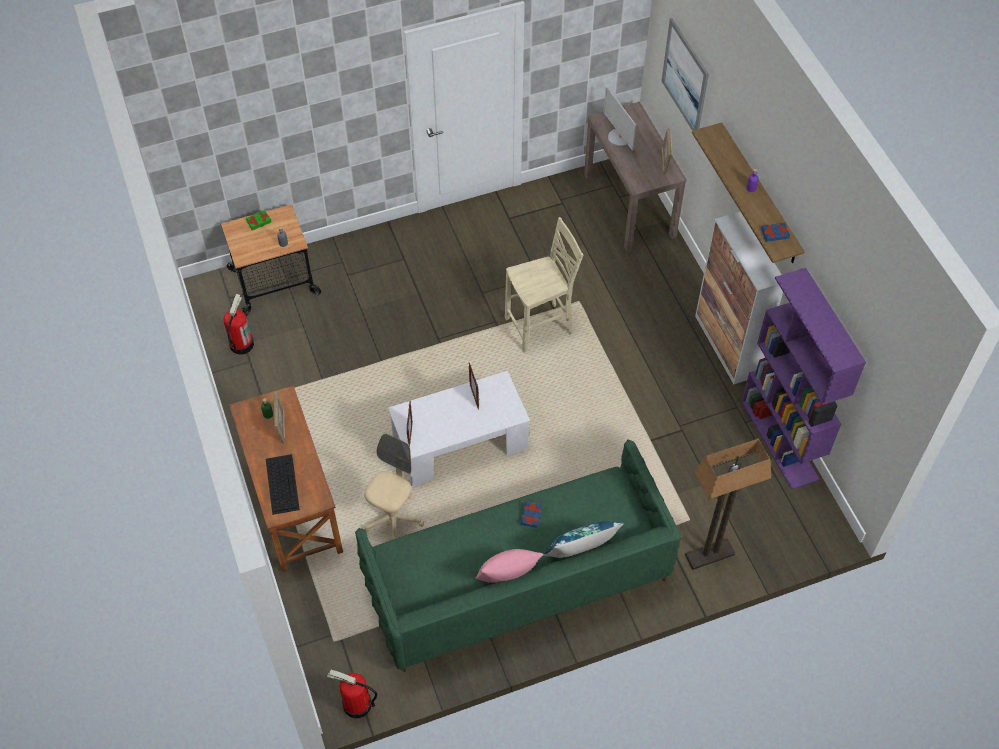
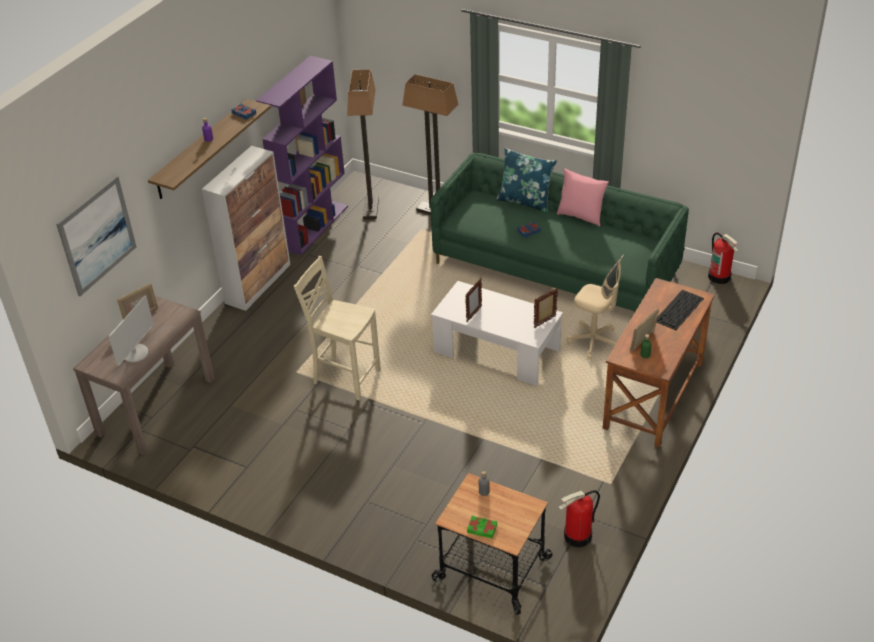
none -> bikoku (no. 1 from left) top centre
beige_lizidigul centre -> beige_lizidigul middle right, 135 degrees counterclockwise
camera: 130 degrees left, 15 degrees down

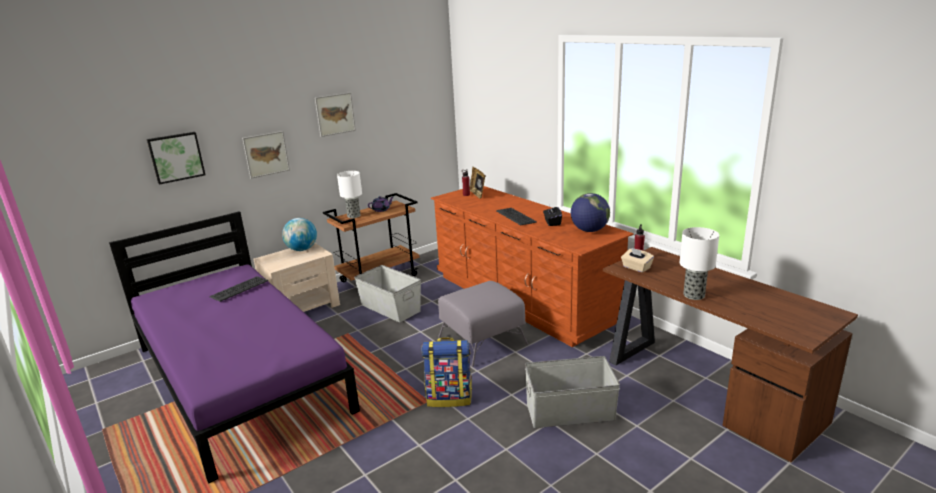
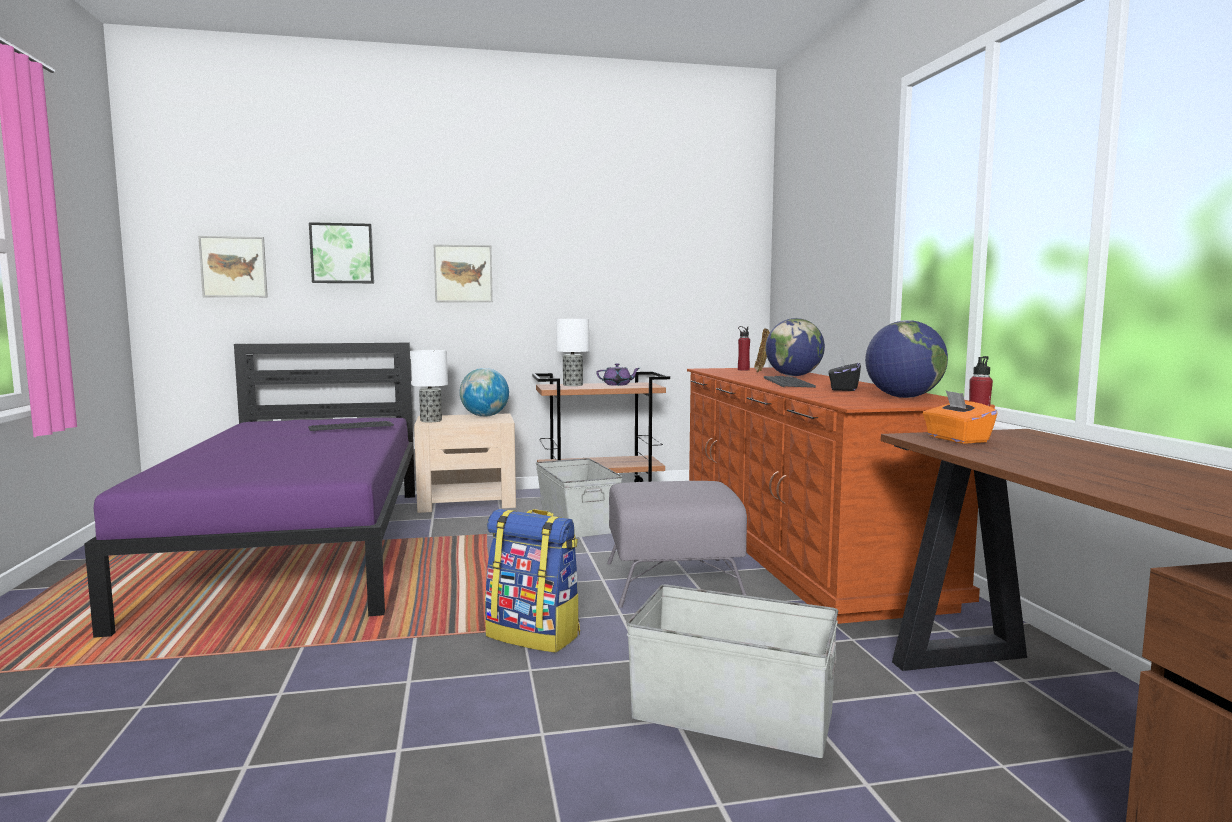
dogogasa (no. 3 from left in the first image) top centre -> dogogasa (no. 1 from left) top left, relocated
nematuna (no. 2 from left in the first image) middle right -> nematuna (no. 1 from left) centre, relocated
none -> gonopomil (no. 2 from left) centre
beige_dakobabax middle right -> orange_dakobabax middle right
camera: 25 degrees right, 15 degrees down

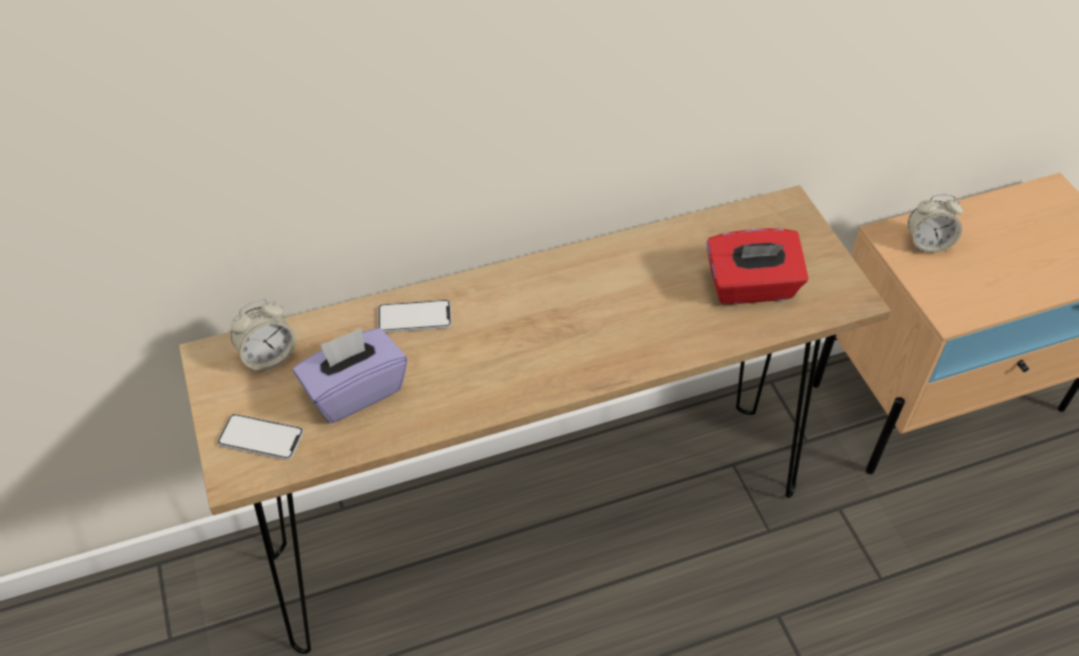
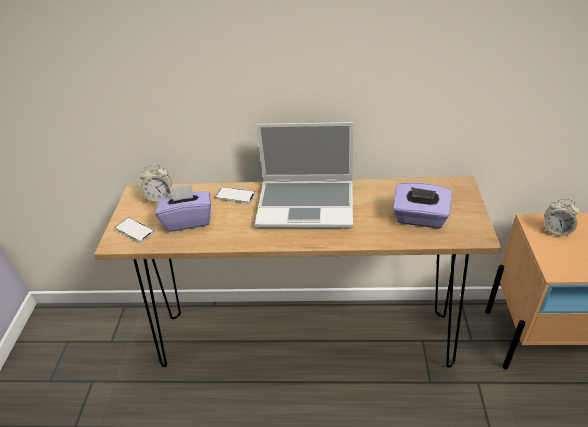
none -> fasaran centre
red_dakobabax middle right -> purple_dakobabax (no. 2 from left) middle right
camera: 25 degrees right, 10 degrees down

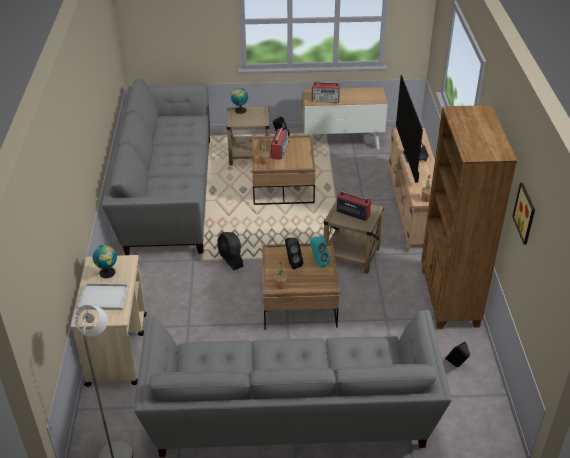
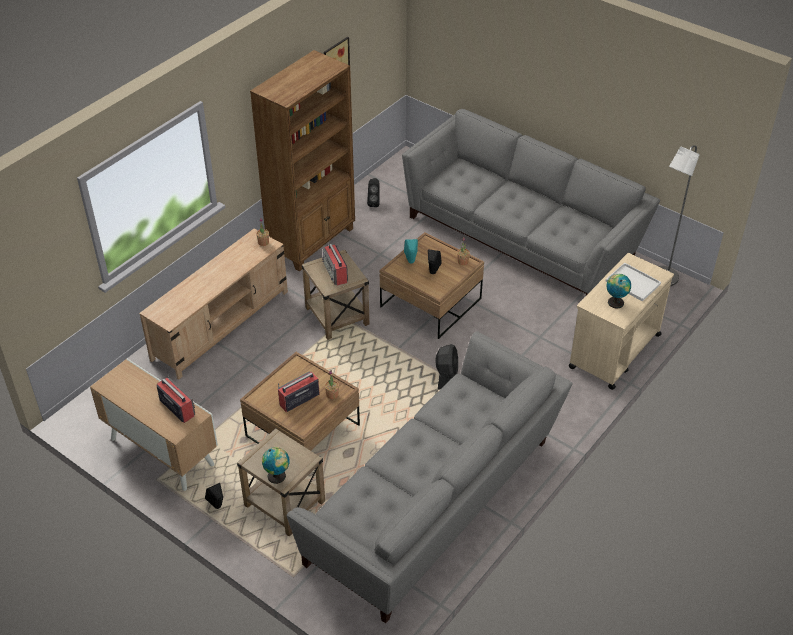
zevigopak top right -> none
camera: 140 degrees left, 5 degrees up

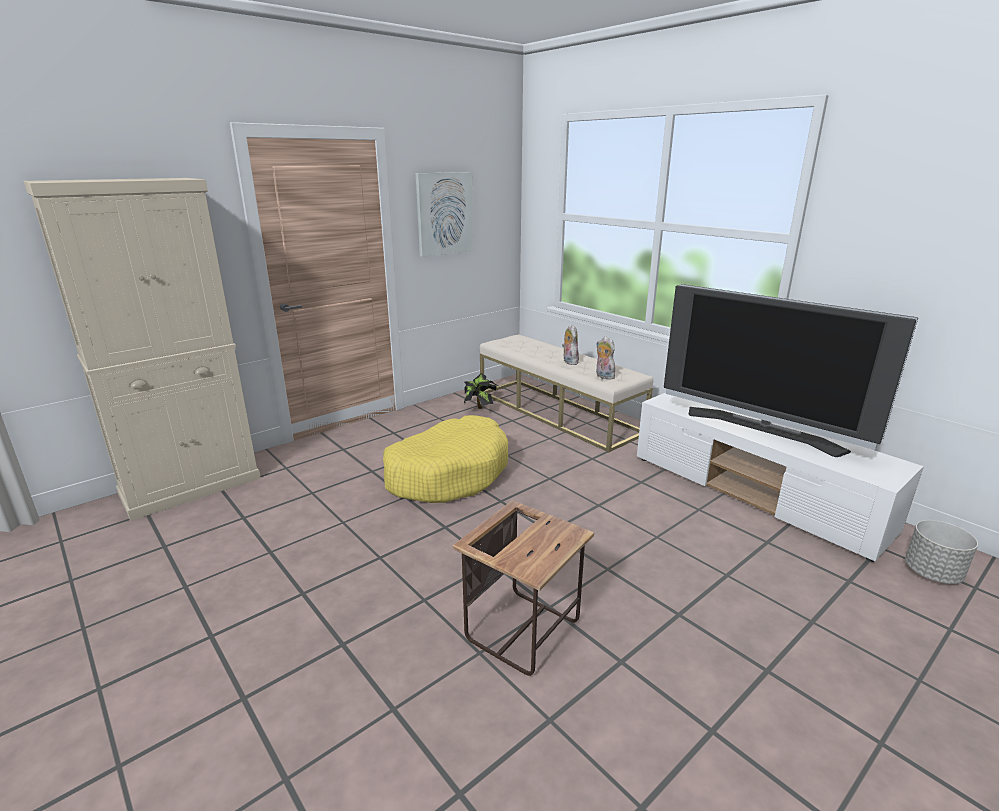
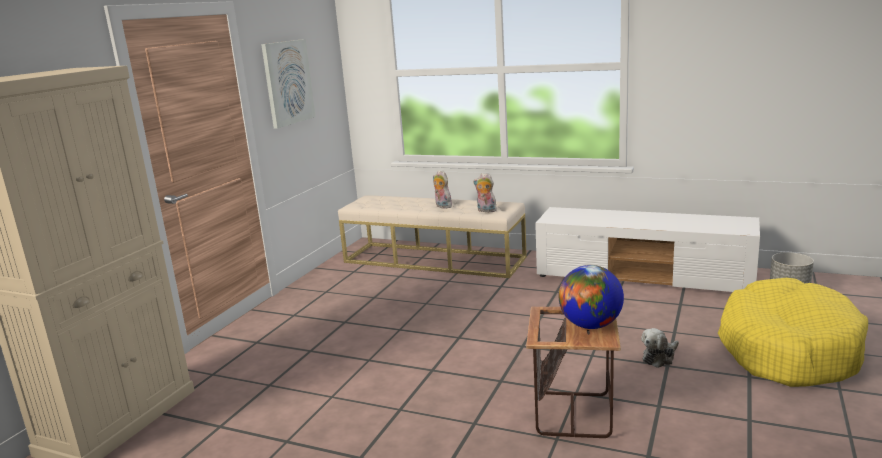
none -> gonopomil middle right
none -> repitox (no. 3 from left) bottom right
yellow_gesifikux centre -> yellow_gesifikux bottom right, relocated
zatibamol centre -> none
zevigopak middle right -> none
camera: 25 degrees left, 5 degrees down

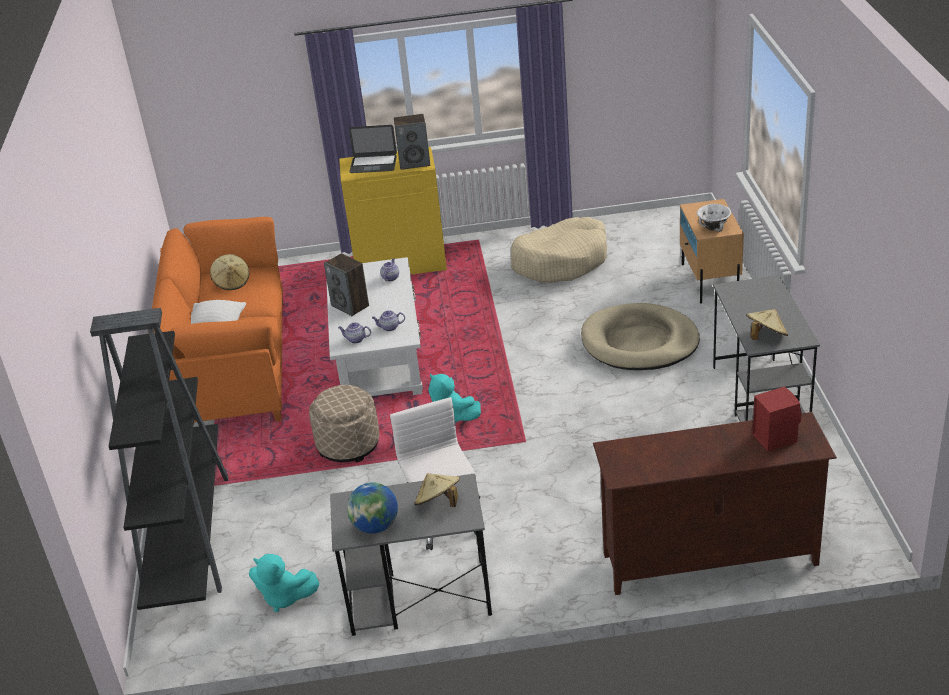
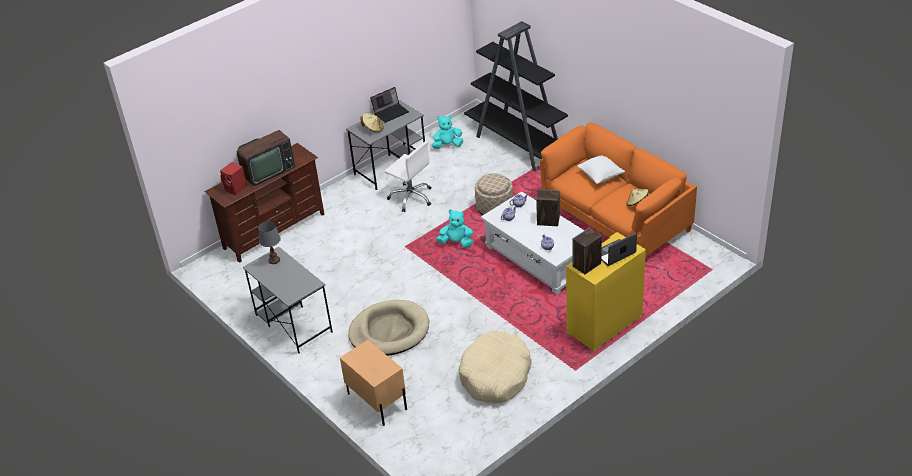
none -> zevigopak top left
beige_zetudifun (no. 3 from left) middle right -> grey_nematuna middle left
gonopomil bottom centre -> fasaran (no. 1 from left) top centre
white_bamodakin top right -> none
camera: 145 degrees right, 5 degrees up

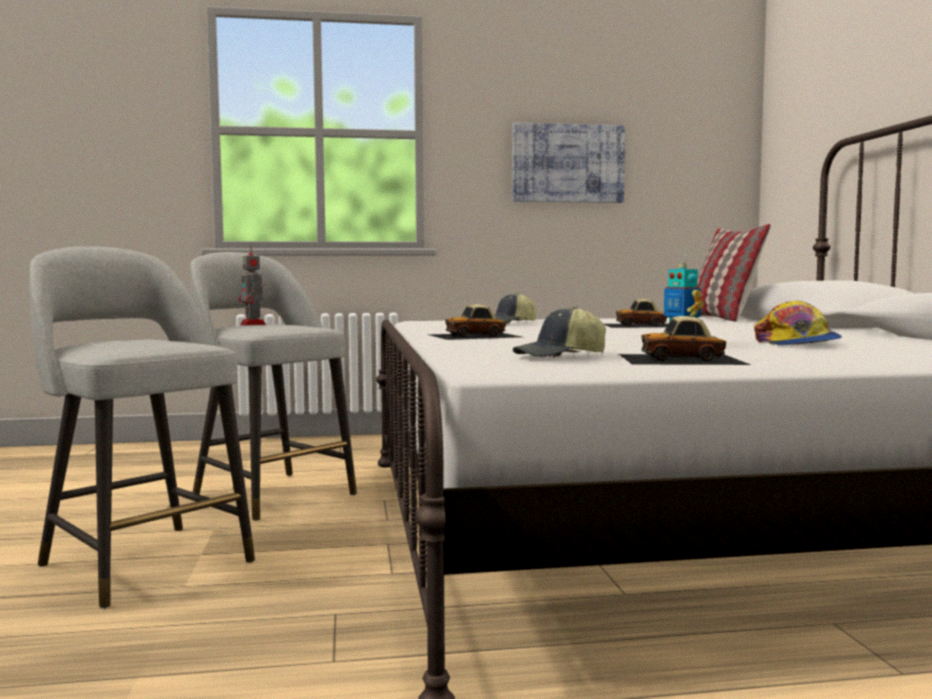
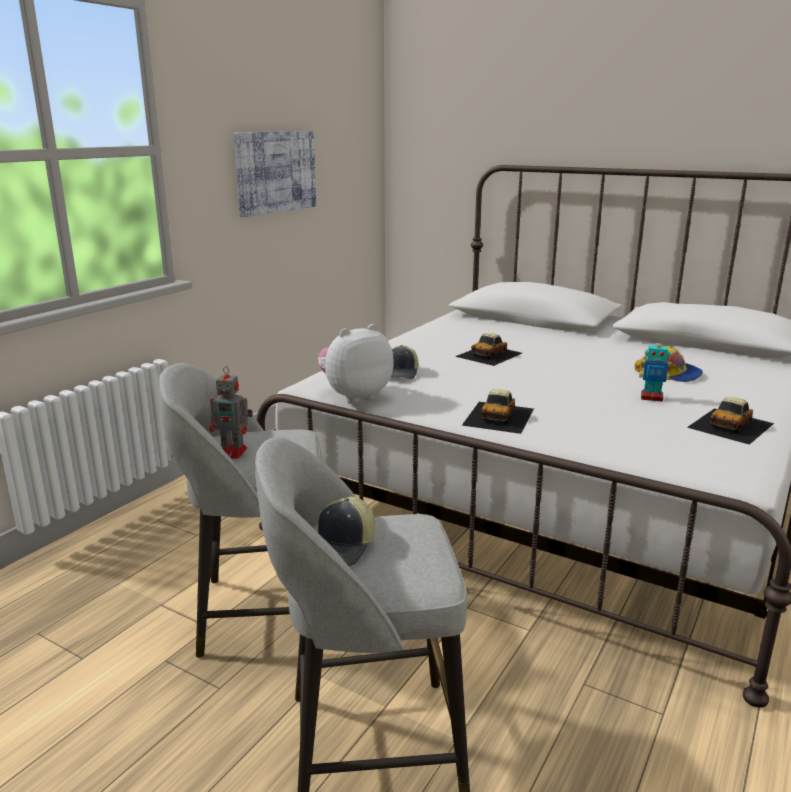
none -> repitox centre
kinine (no. 2 from left in the first image) centre -> kinine (no. 1 from left) bottom centre, relocated
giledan middle right -> none
camera: 50 degrees left, 15 degrees up

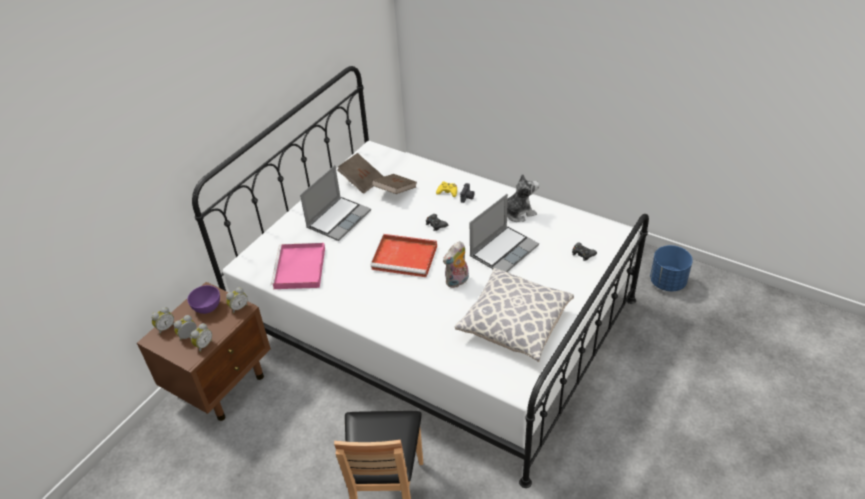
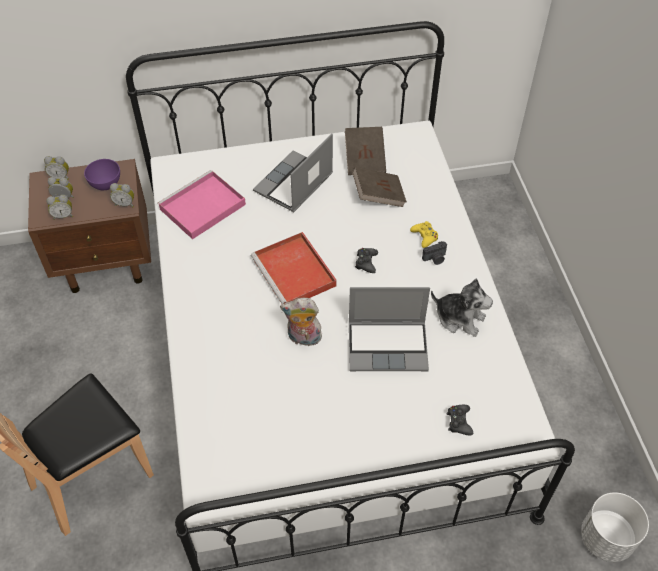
fasaran (no. 1 from left) centre -> fasaran (no. 1 from left) top centre, 135 degrees clockwise
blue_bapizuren middle right -> white_bapizuren bottom right
giledan centre -> none
camera: 45 degrees right, 10 degrees up

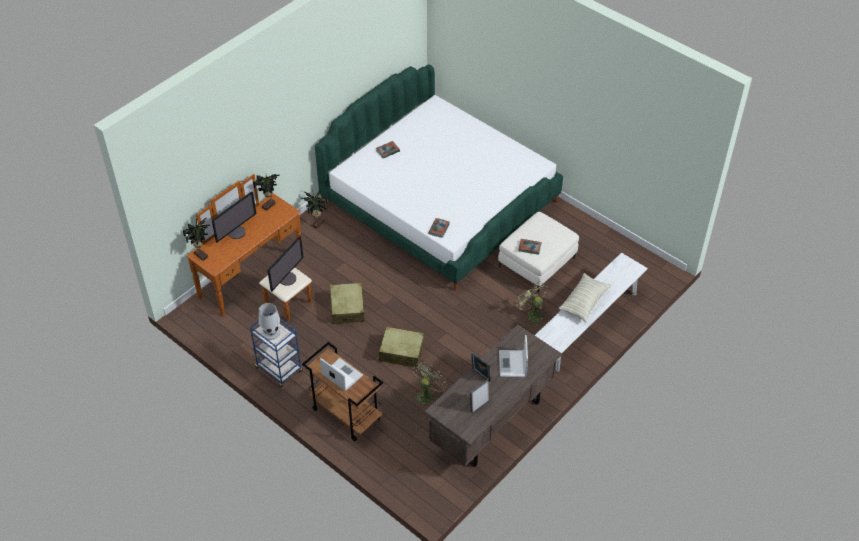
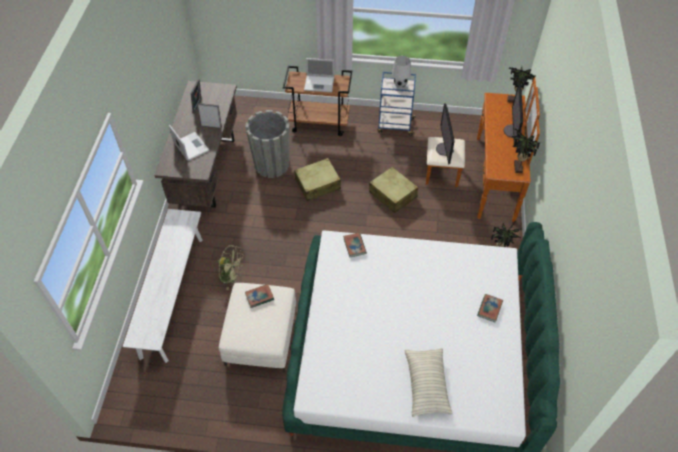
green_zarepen (no. 1 from left) bottom centre -> grey_bapizuren top centre
giledan middle right -> giledan bottom centre, relocated
camera: 145 degrees right, 5 degrees up

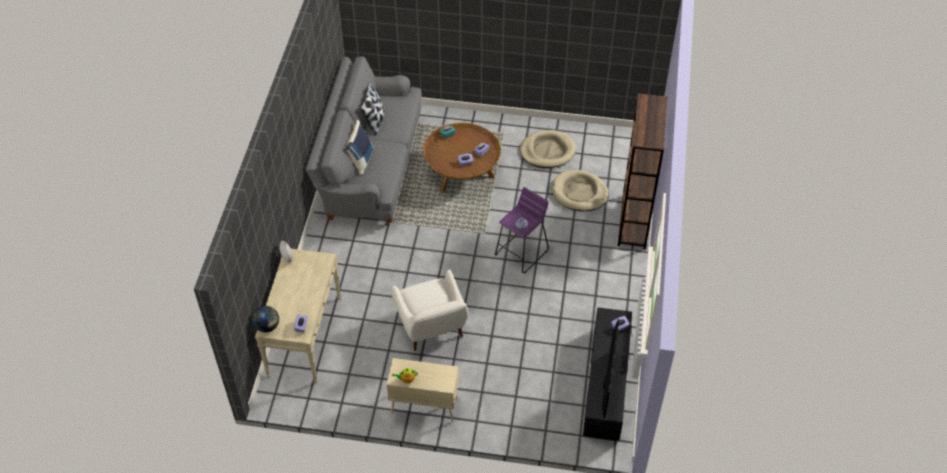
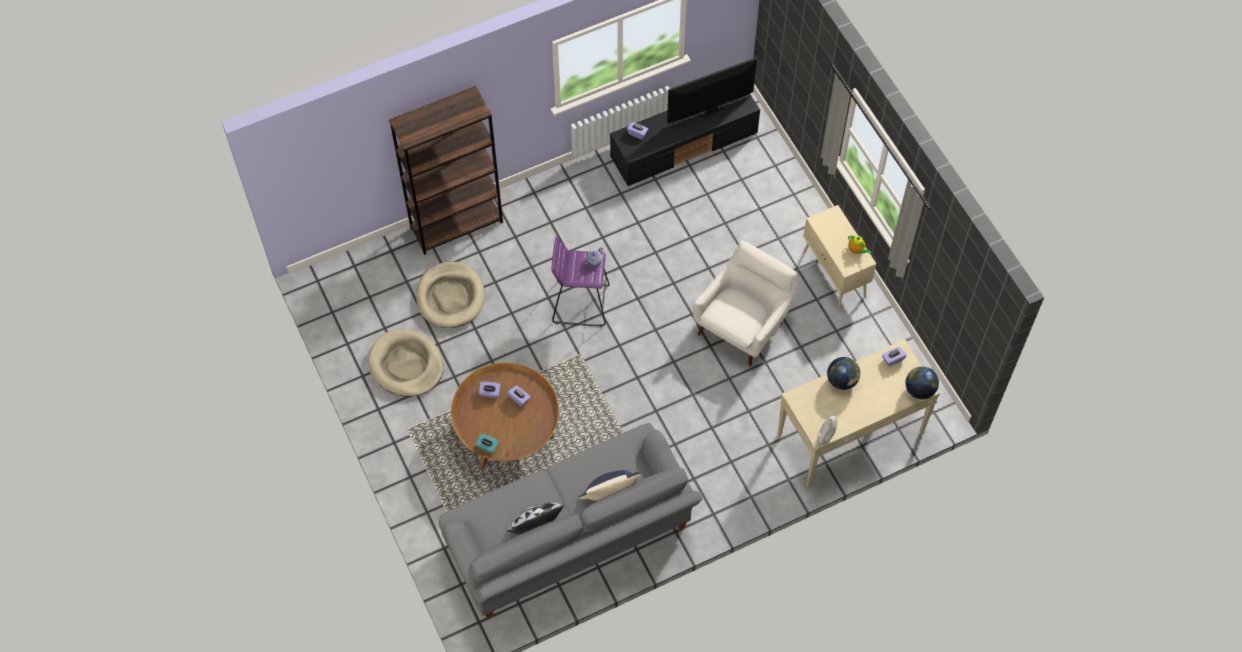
none -> gonopomil (no. 1 from left) middle right
camera: 125 degrees left, 10 degrees up

